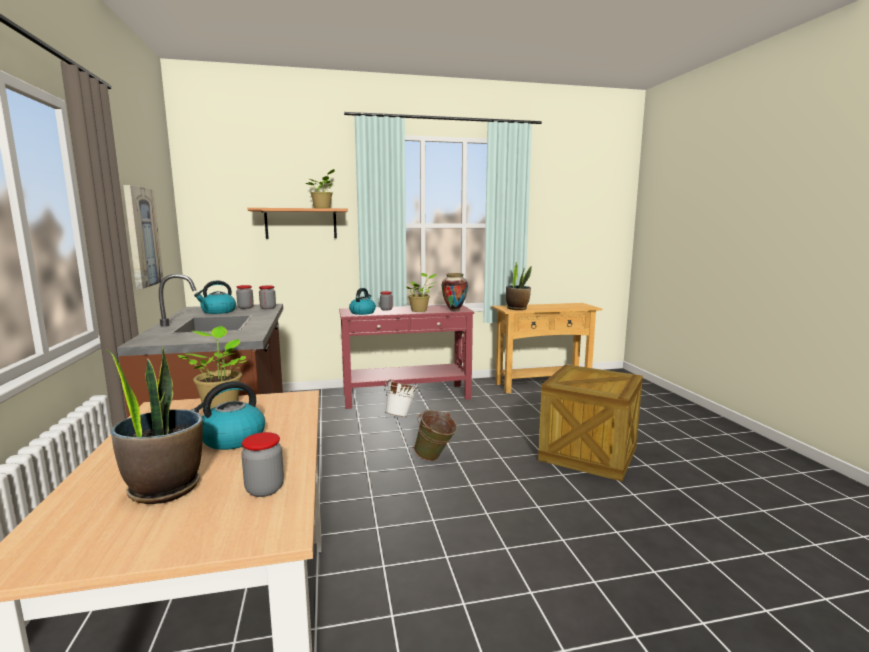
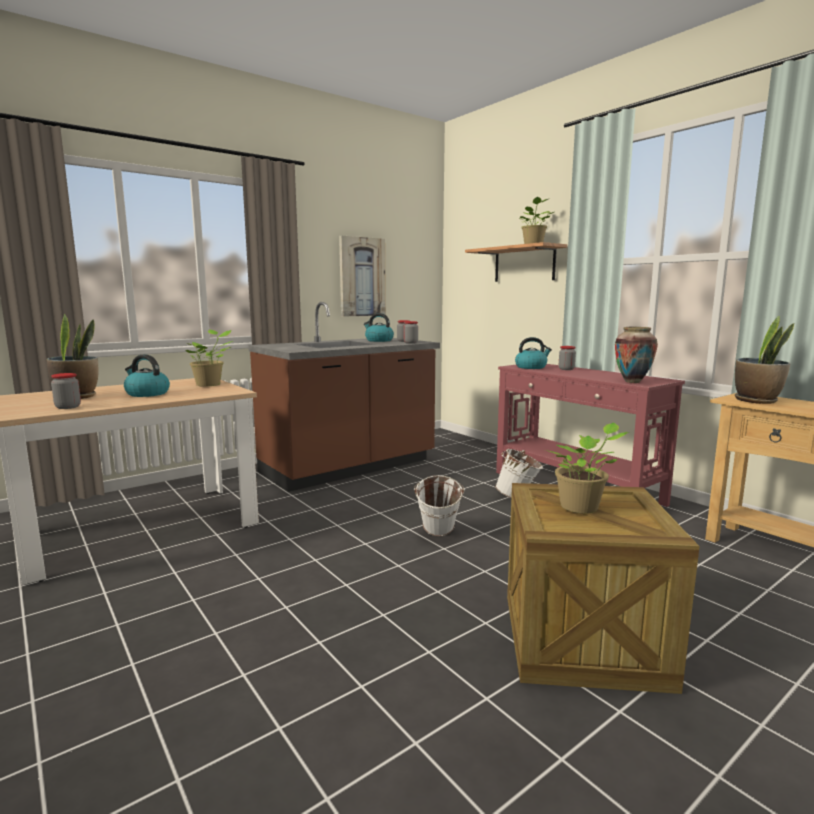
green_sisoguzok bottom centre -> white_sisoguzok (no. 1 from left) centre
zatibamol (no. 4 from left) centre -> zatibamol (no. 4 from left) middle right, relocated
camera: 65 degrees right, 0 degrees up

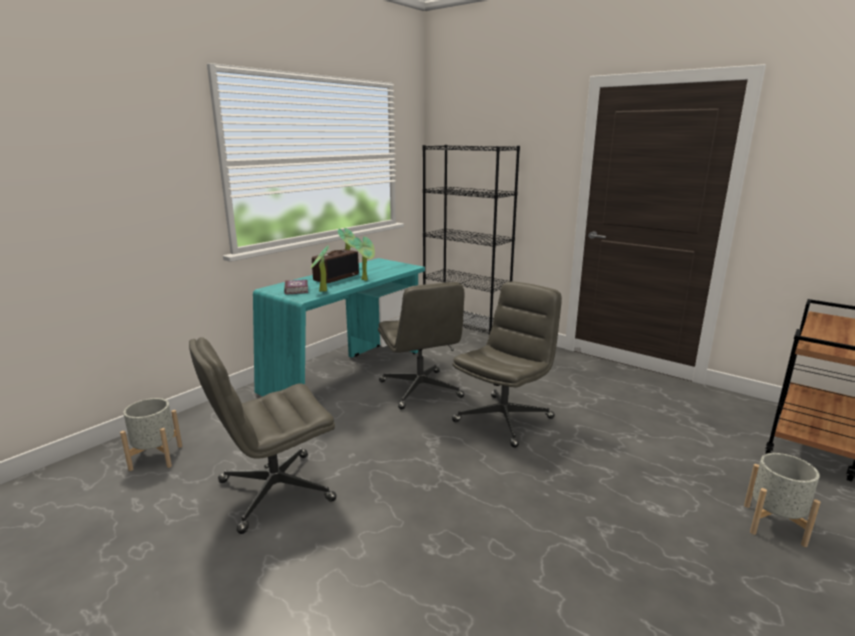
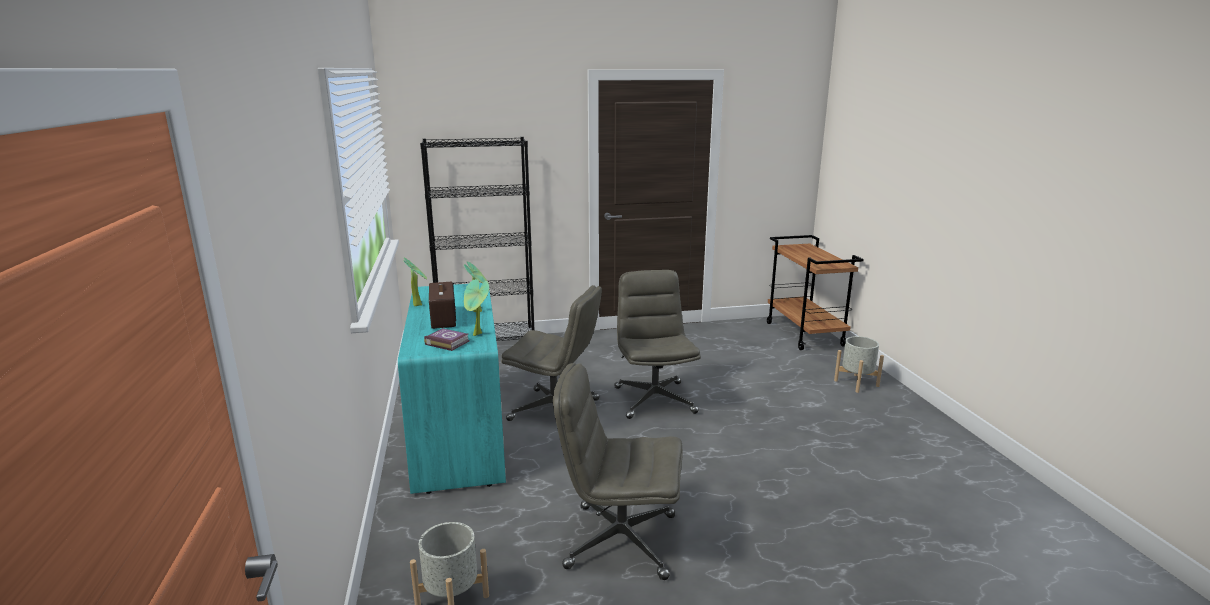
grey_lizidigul (no. 1 from left in the first image) bottom left -> grey_lizidigul (no. 2 from left) bottom centre, 90 degrees clockwise
camera: 50 degrees left, 0 degrees up

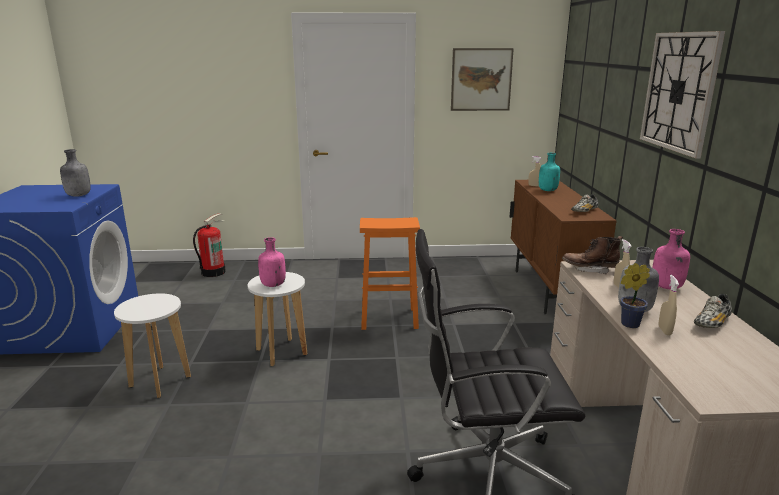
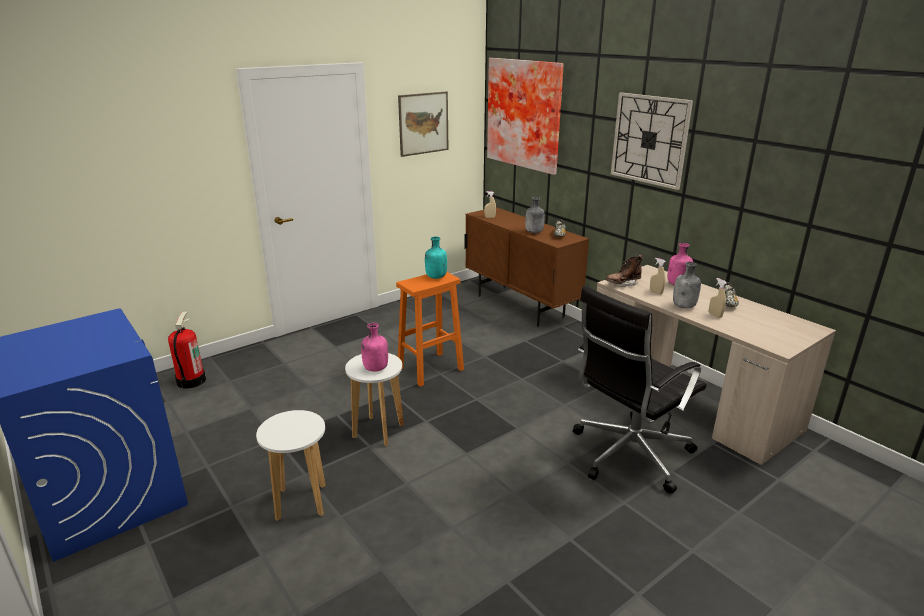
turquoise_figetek middle right -> turquoise_figetek centre, relocated
none -> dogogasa (no. 2 from left) top centre
grey_figetek (no. 1 from left) middle left -> grey_figetek (no. 1 from left) centre, relocated
zatibamol middle right -> none
camera: 35 degrees left, 5 degrees up

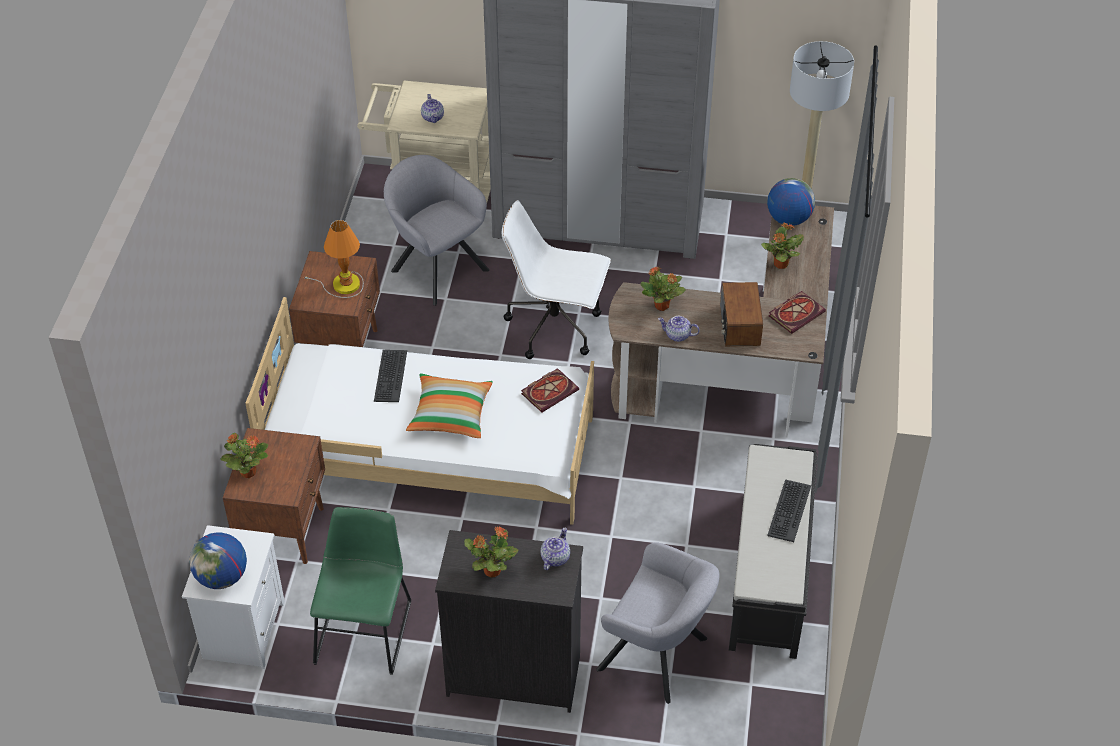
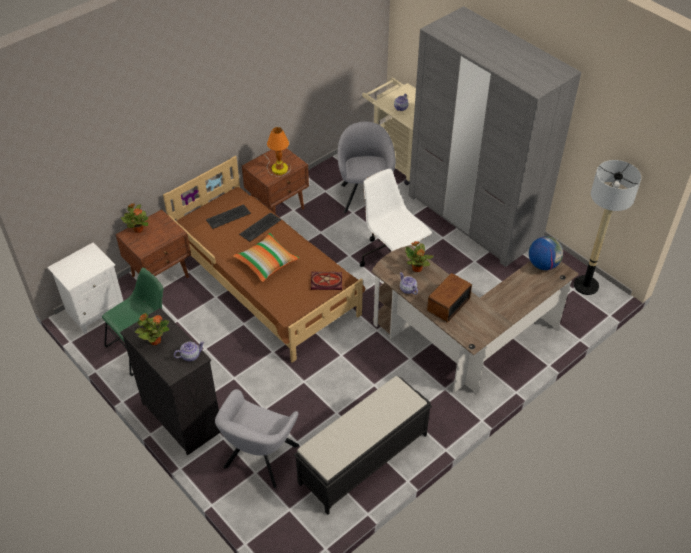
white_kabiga centre -> brown_kabiga centre
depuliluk (no. 2 from left in the first image) bottom right -> depuliluk (no. 1 from left) middle left, relocated
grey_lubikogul (no. 2 from left in the first image) bottom centre -> grey_lubikogul (no. 1 from left) bottom centre, 45 degrees clockwise
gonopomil (no. 1 from left) bottom left -> none
zatibamol (no. 4 from left) top right -> none
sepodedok (no. 2 from left) middle right -> none
camera: 40 degrees right, 0 degrees up

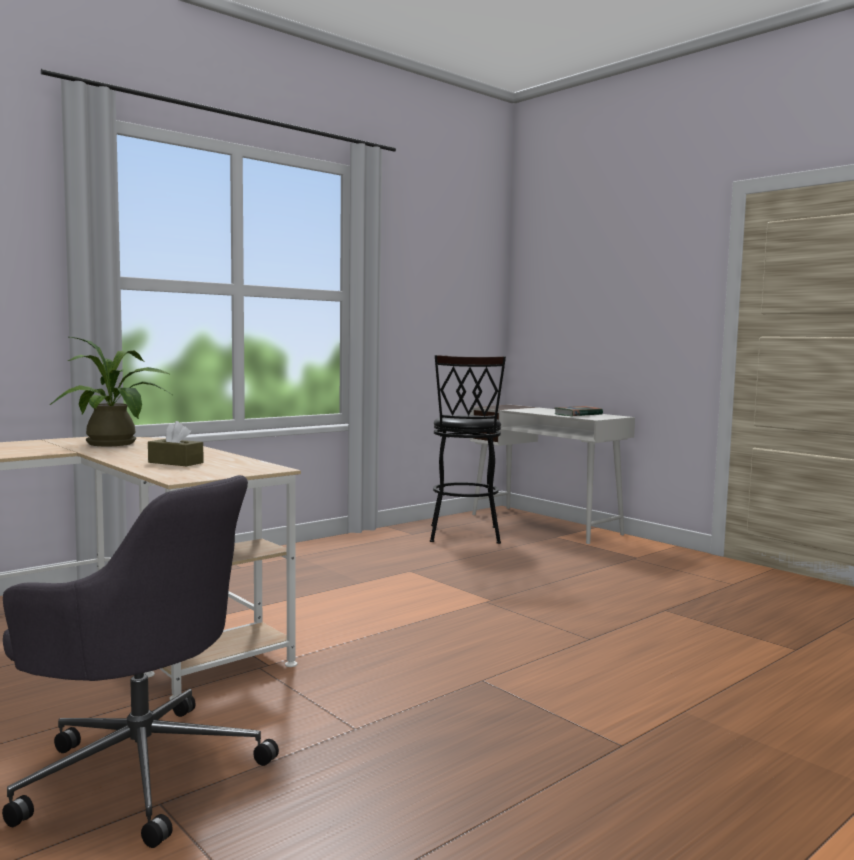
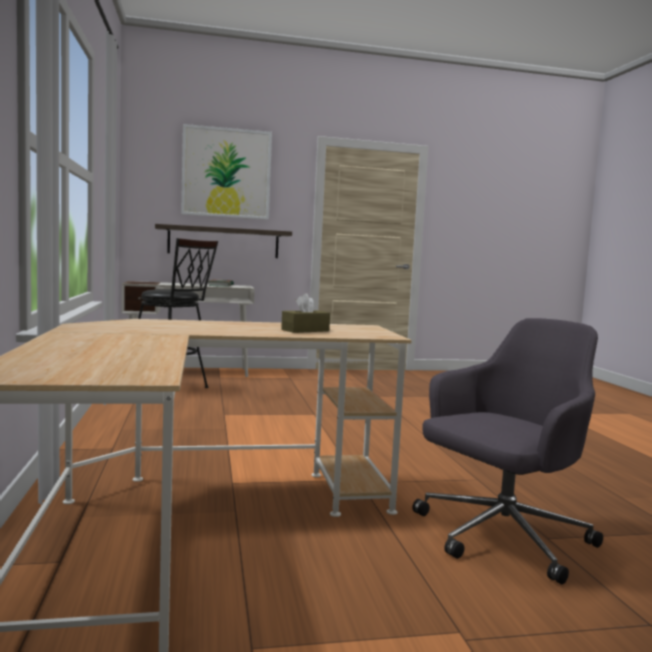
none -> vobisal centre
none -> dogogasa top centre
zatibamol middle left -> none
camera: 60 degrees left, 0 degrees up

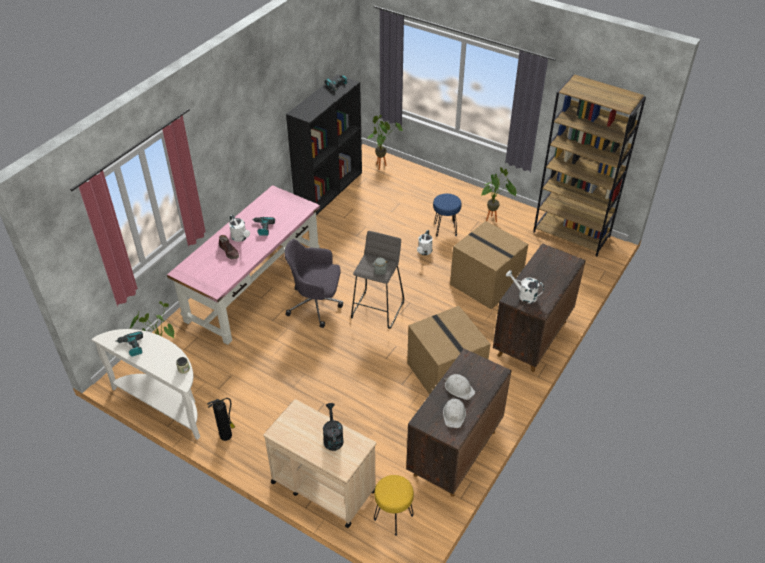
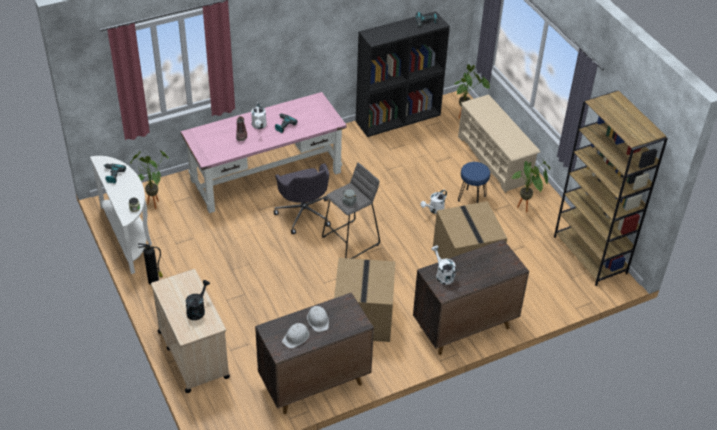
grey_lizidigul centre, 150 degrees counterclockwise
none -> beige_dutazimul top right
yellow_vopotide bottom centre -> none
camera: 30 degrees right, 0 degrees up

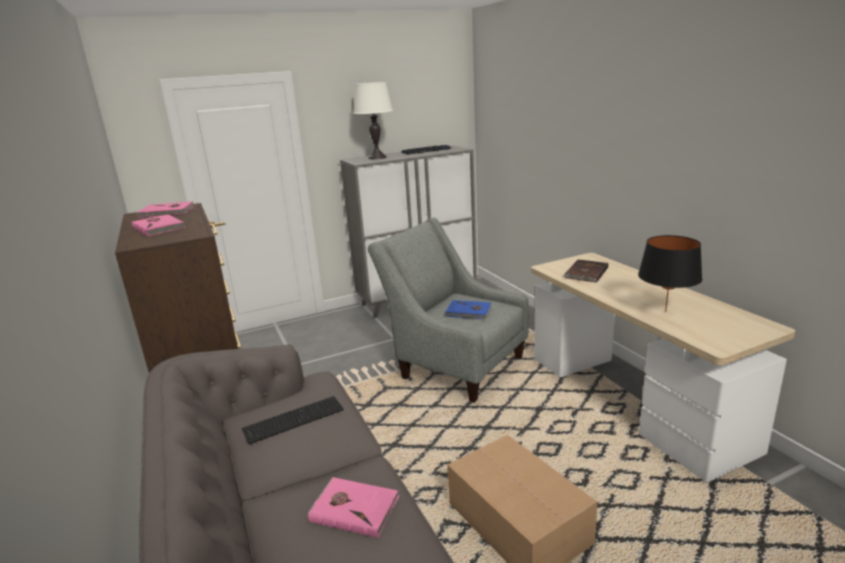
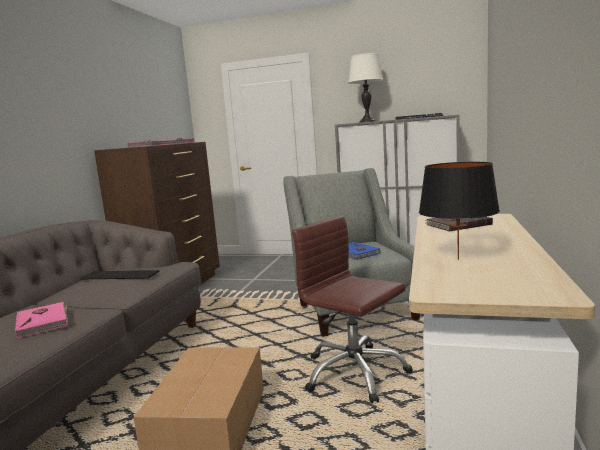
none -> brown_lizidigul bottom centre
camera: 40 degrees right, 10 degrees down

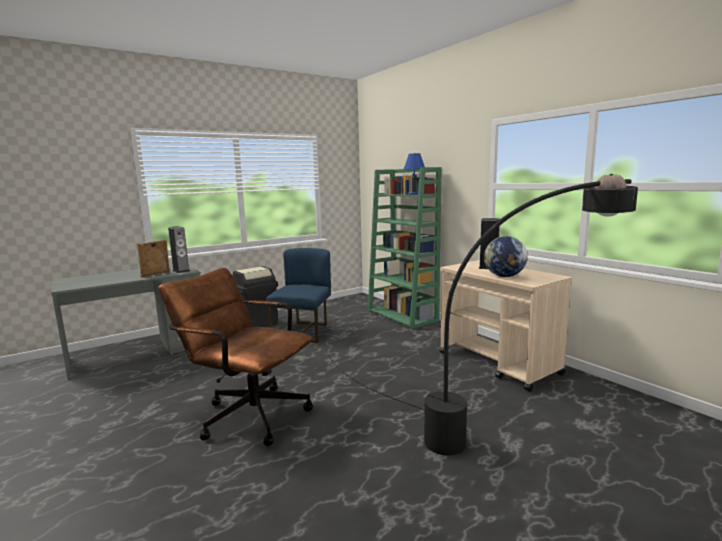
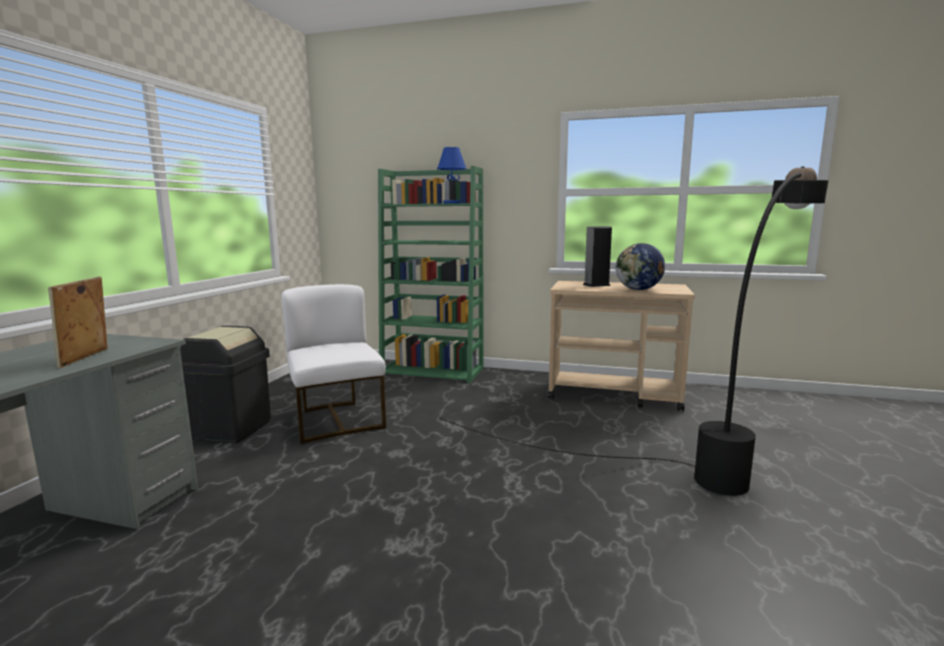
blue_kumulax centre -> white_kumulax centre
brown_lizidigul middle left -> none
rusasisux (no. 1 from left) middle left -> none
camera: 40 degrees left, 0 degrees up

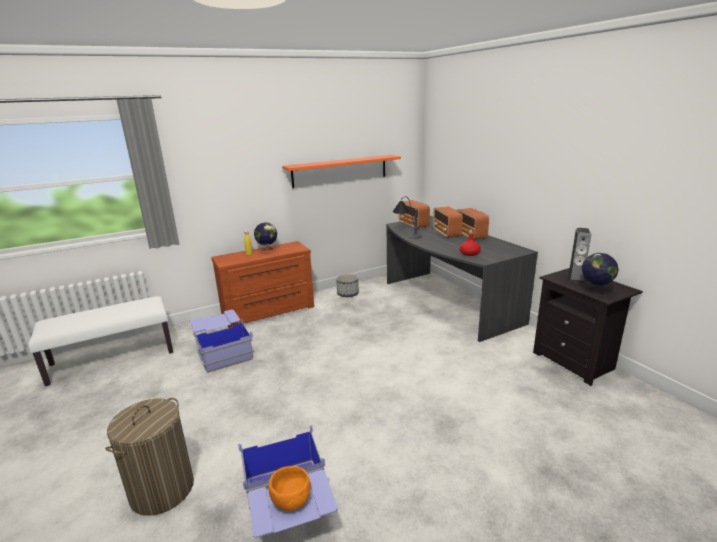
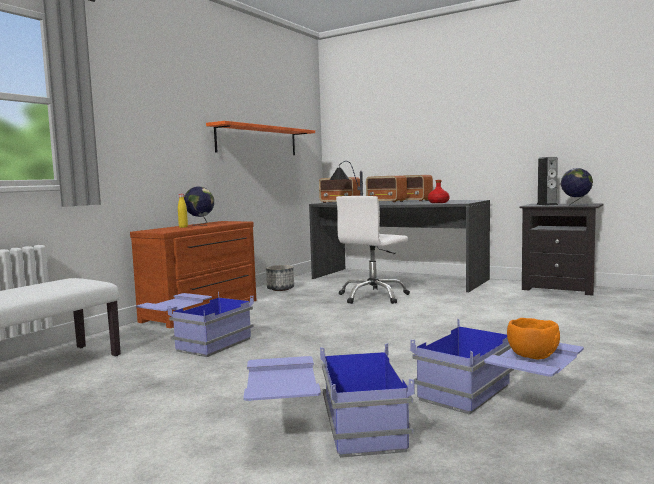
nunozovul bottom left -> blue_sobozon (no. 2 from left) bottom centre
none -> white_lizidigul centre
camera: 30 degrees left, 15 degrees down

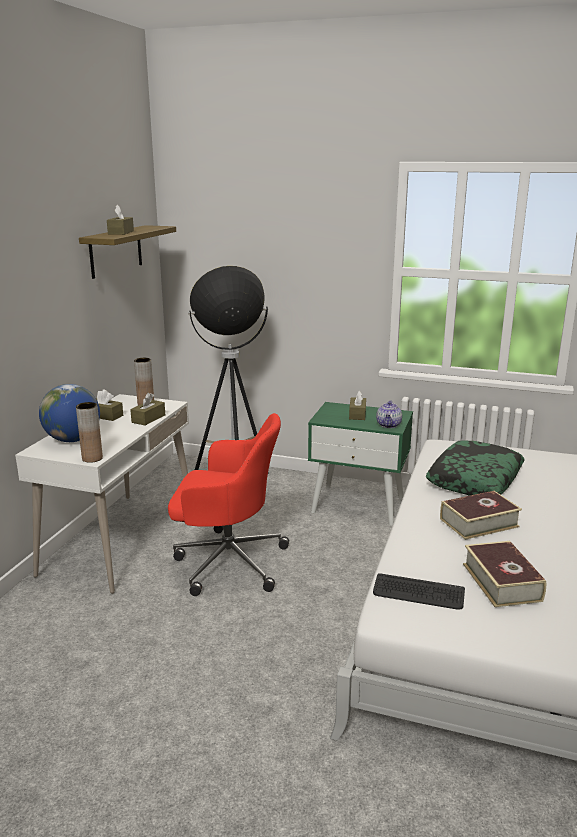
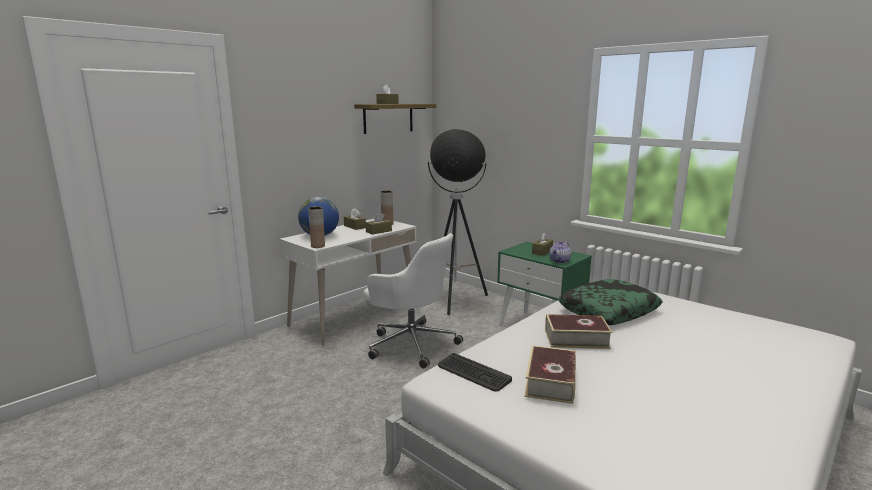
red_lizidigul centre -> white_lizidigul centre
camera: 25 degrees right, 5 degrees down

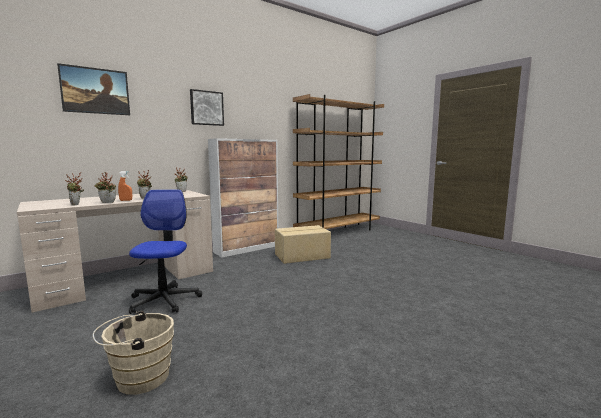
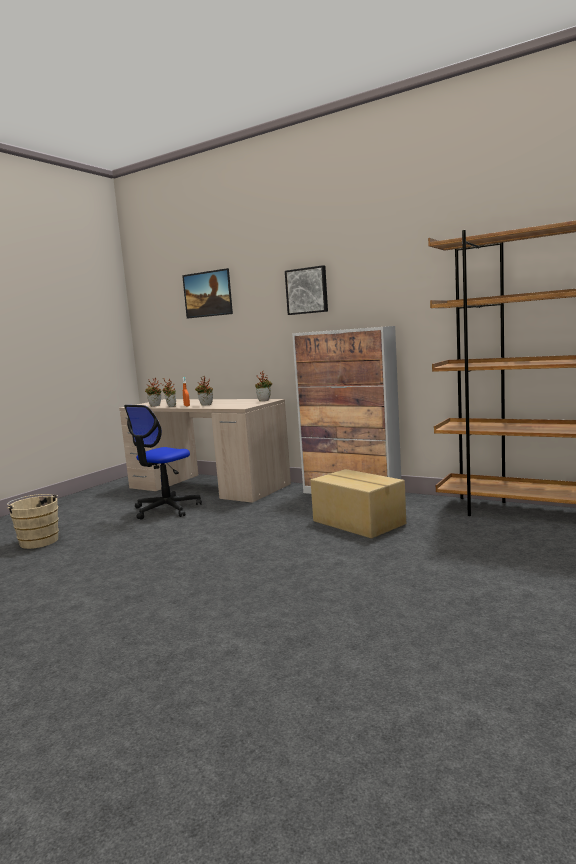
lizidigul middle left, 150 degrees clockwise
camera: 70 degrees right, 0 degrees up

